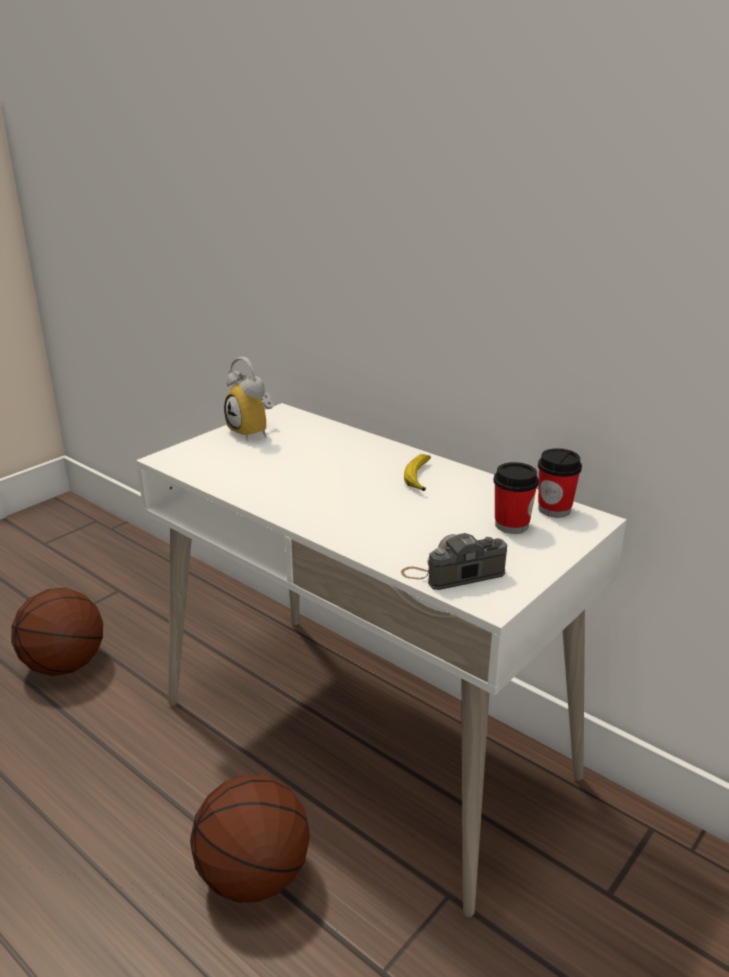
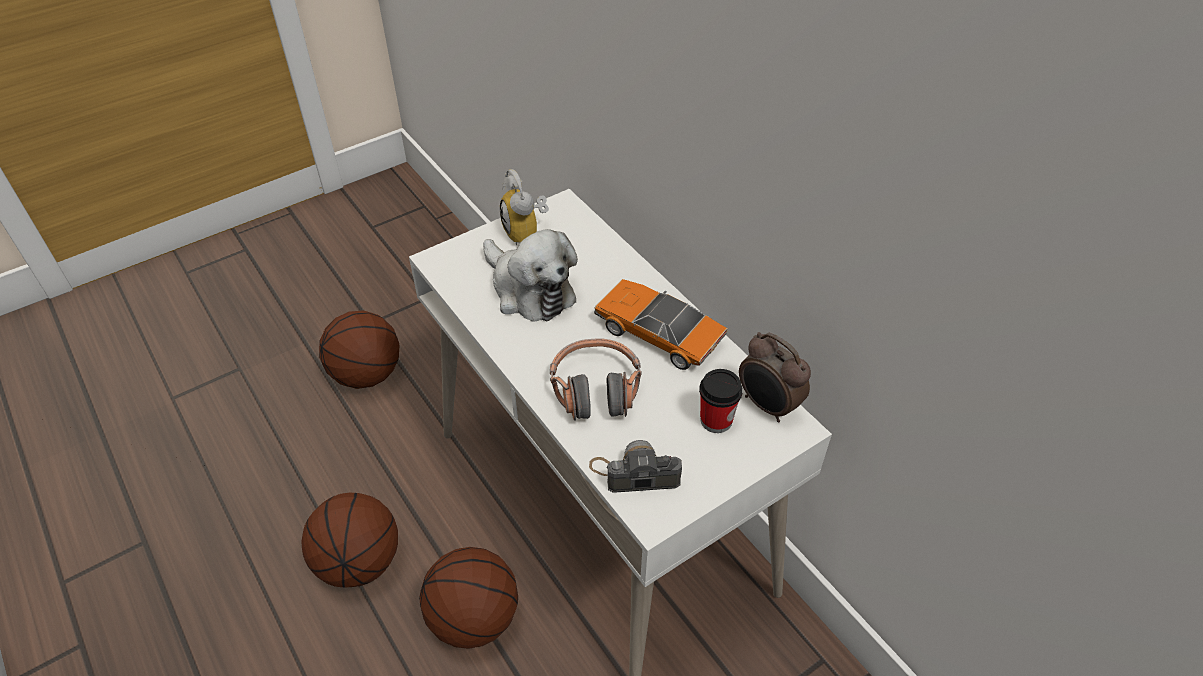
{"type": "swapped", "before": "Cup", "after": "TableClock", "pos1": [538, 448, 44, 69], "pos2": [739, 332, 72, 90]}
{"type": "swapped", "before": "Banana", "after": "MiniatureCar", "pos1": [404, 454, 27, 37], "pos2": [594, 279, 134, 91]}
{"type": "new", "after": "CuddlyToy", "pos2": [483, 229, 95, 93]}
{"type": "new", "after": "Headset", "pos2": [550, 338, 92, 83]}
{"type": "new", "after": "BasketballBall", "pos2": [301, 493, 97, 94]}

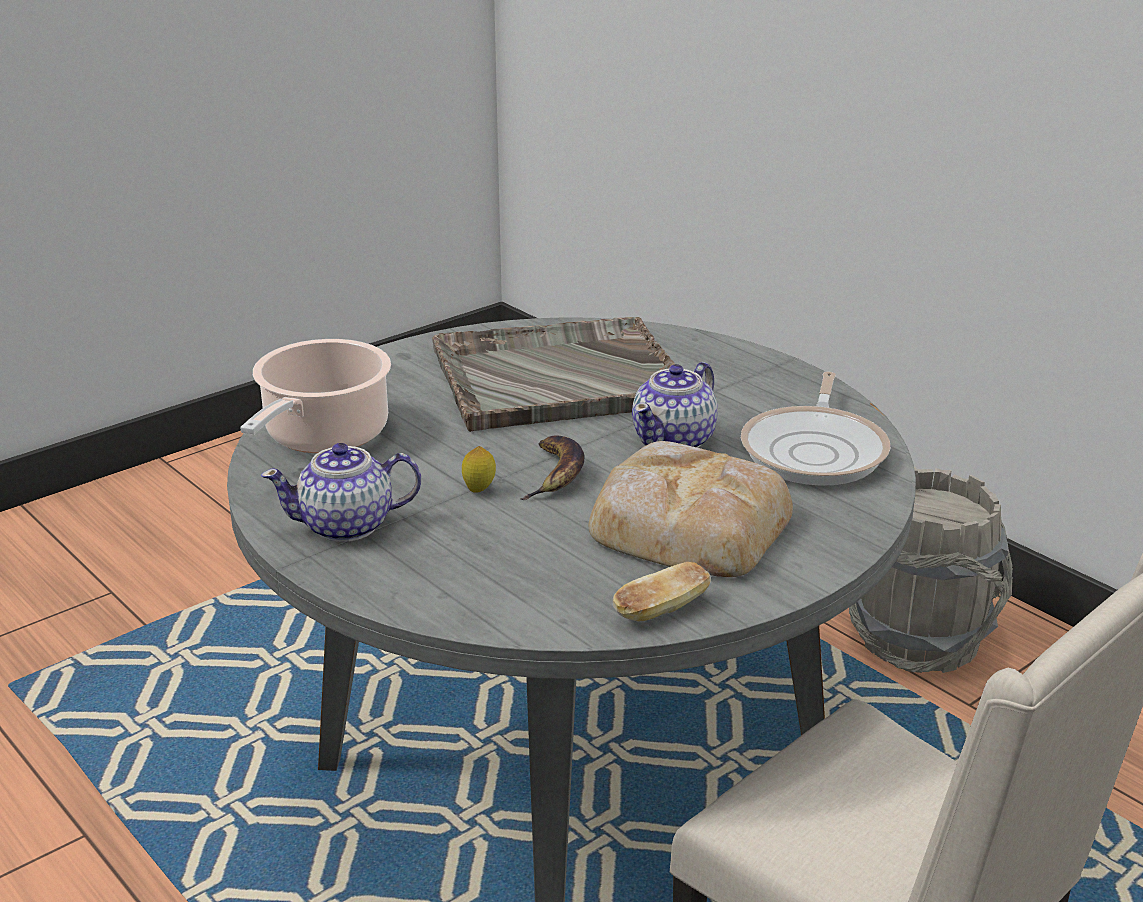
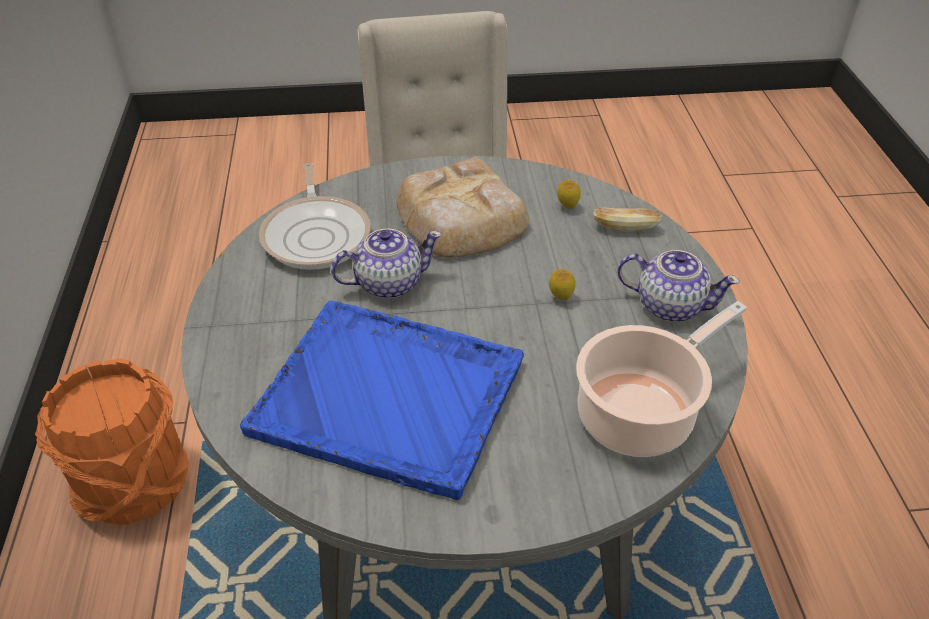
{"type": "repainted", "before": "GrayCarryingTray", "after": "BlueColouredCarryingTray", "pos1": [432, 317, 243, 115], "pos2": [240, 300, 284, 200]}
{"type": "rotated", "before": "Skillet", "pos1": [741, 372, 150, 113], "pos2": [259, 163, 111, 107], "turn": 120}
{"type": "gone", "before": "Banana", "pos1": [520, 435, 64, 65]}
{"type": "repainted", "before": "GrayWaterBucket", "after": "OrangeyWaterBucket", "pos1": [849, 467, 164, 206], "pos2": [35, 358, 154, 167]}
{"type": "shifted", "before": "BakeryBread", "pos1": [613, 562, 98, 60], "pos2": [593, 208, 69, 23]}
{"type": "new", "after": "CitrusFruit", "pos2": [557, 180, 24, 29]}

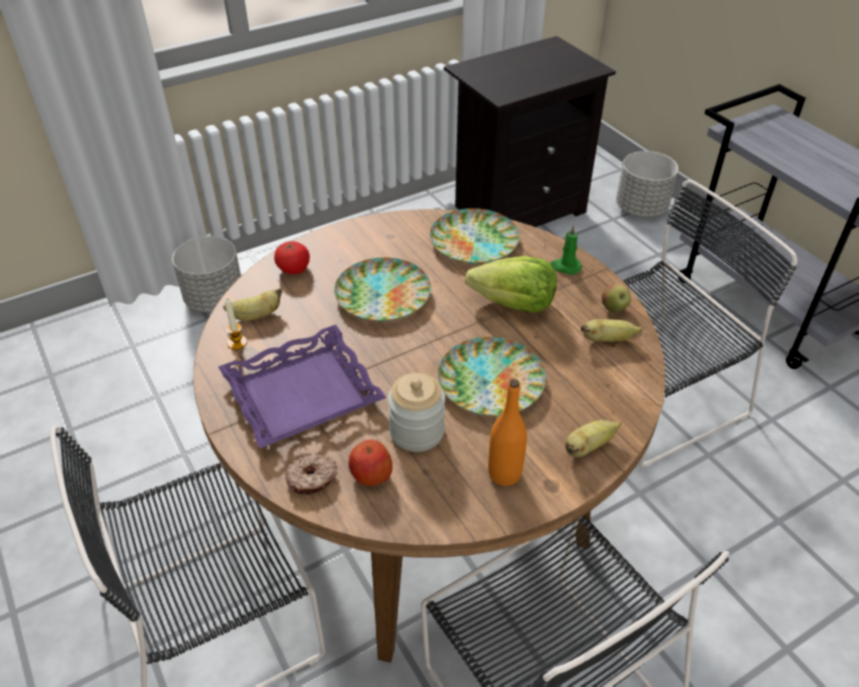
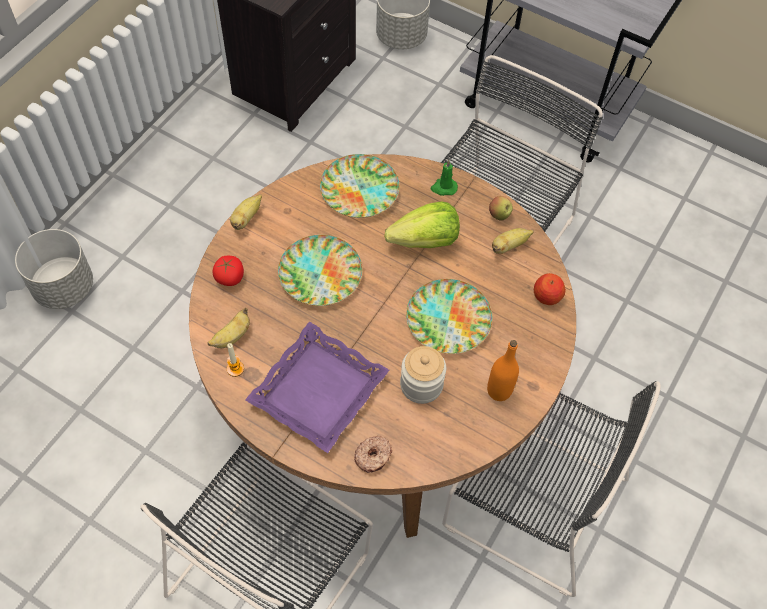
{"type": "shifted", "before": "Banana", "pos1": [565, 420, 56, 37], "pos2": [230, 194, 32, 36]}
{"type": "shifted", "before": "AppleFruit", "pos1": [348, 439, 44, 47], "pos2": [534, 273, 32, 32]}

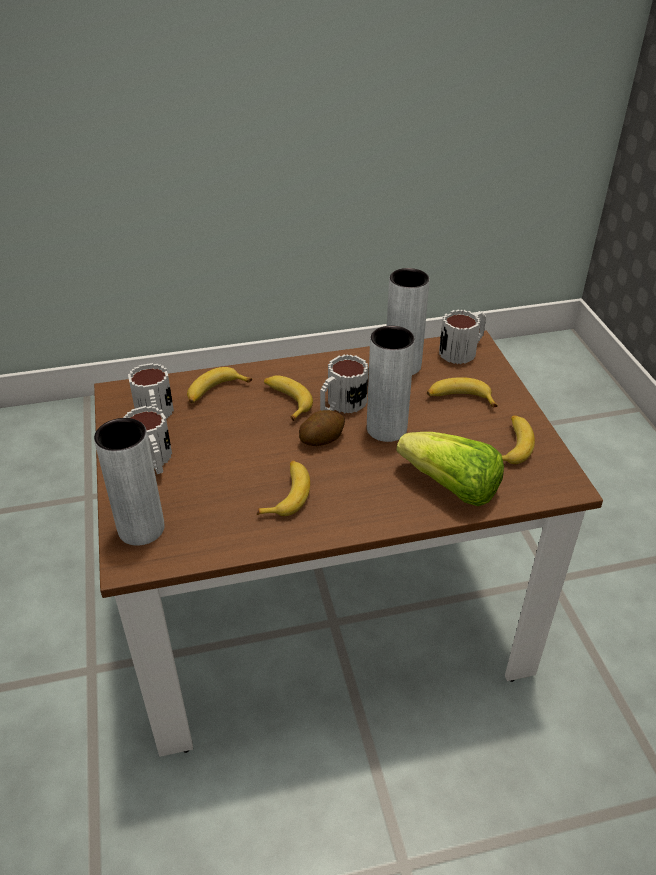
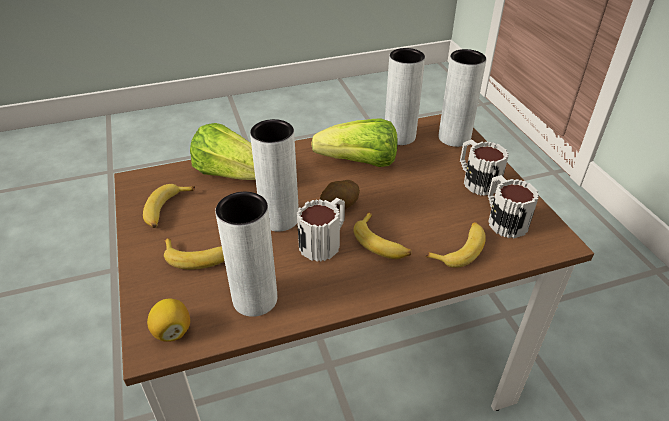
{"type": "swapped", "before": "CoffeeMug", "after": "CitrusFruit", "pos1": [439, 309, 47, 55], "pos2": [147, 299, 43, 43]}
{"type": "swapped", "before": "Banana", "after": "LettuceHead", "pos1": [257, 461, 53, 55], "pos2": [311, 118, 87, 49]}
{"type": "new", "after": "GrayVase", "pos2": [385, 48, 40, 97]}

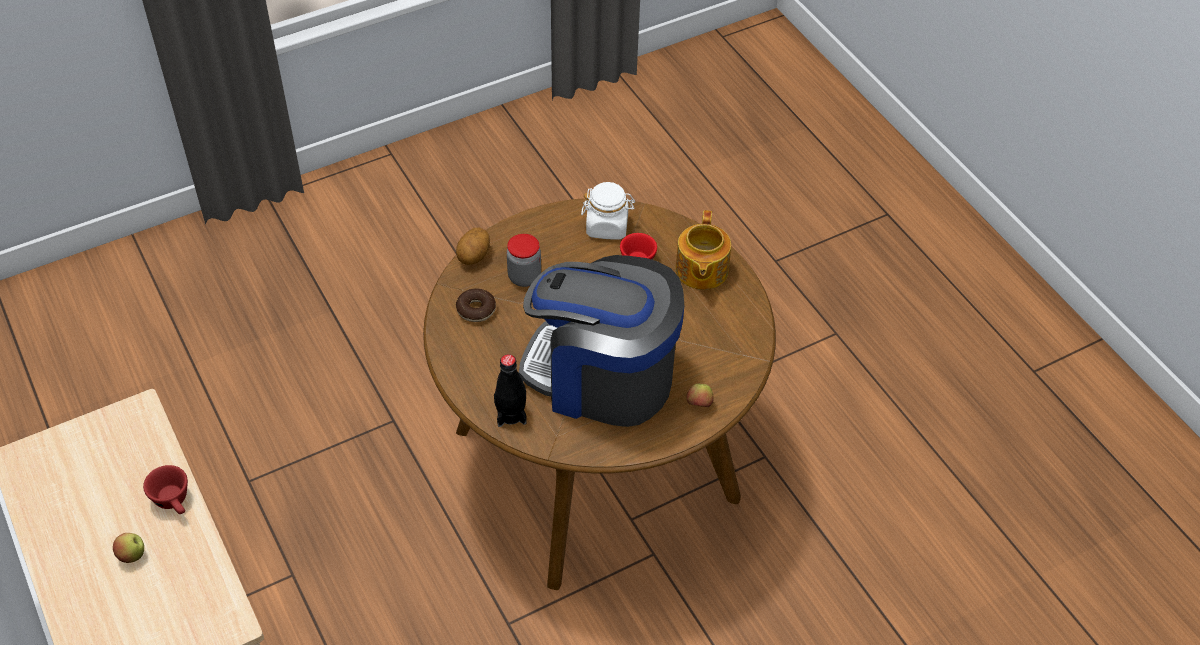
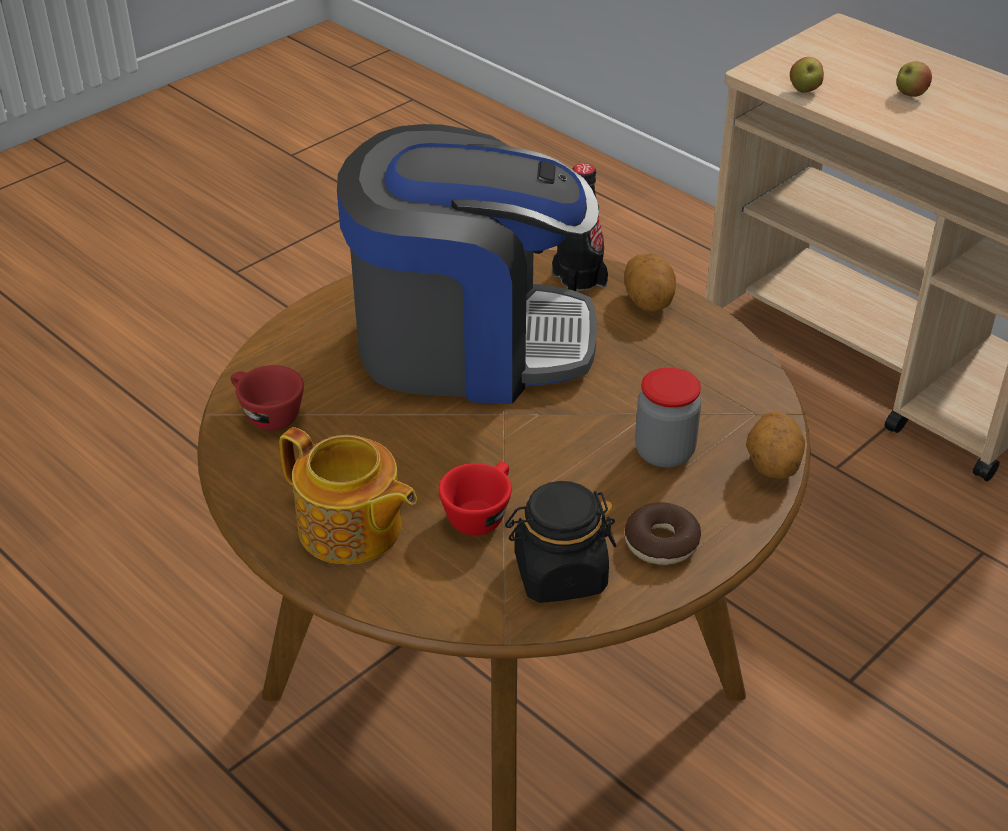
{"type": "repainted", "before": "WhiteColouredJar", "after": "BlackishJar", "pos1": [581, 182, 54, 58], "pos2": [505, 481, 111, 122]}
{"type": "rotated", "before": "TeaPot", "pos1": [676, 210, 55, 80], "pos2": [279, 427, 138, 138], "turn": 135}
{"type": "shifted", "before": "Donut", "pos1": [456, 288, 40, 34], "pos2": [624, 502, 77, 63]}
{"type": "shifted", "before": "AppleFruit", "pos1": [686, 384, 28, 23], "pos2": [790, 57, 34, 35]}
{"type": "shifted", "before": "RedColouredCup", "pos1": [143, 465, 45, 49], "pos2": [231, 365, 73, 66]}
{"type": "new", "after": "WholePotato", "pos2": [624, 253, 52, 59]}

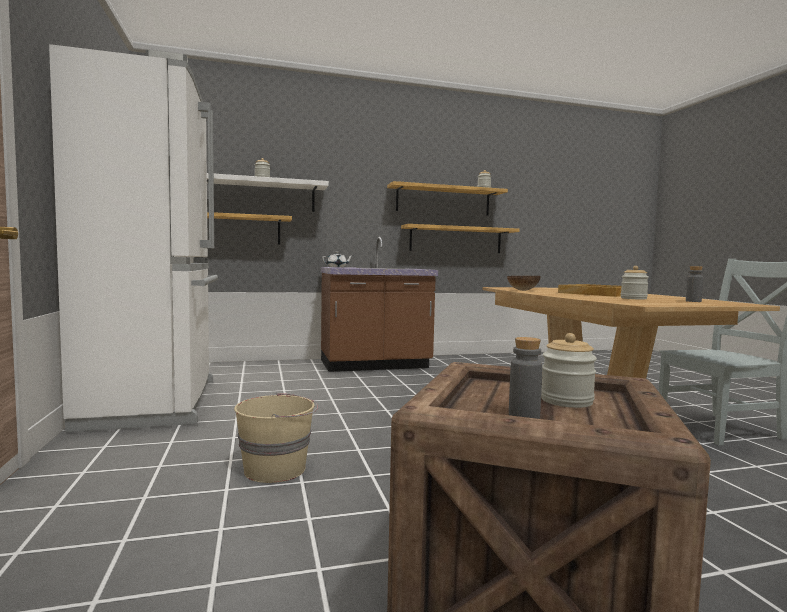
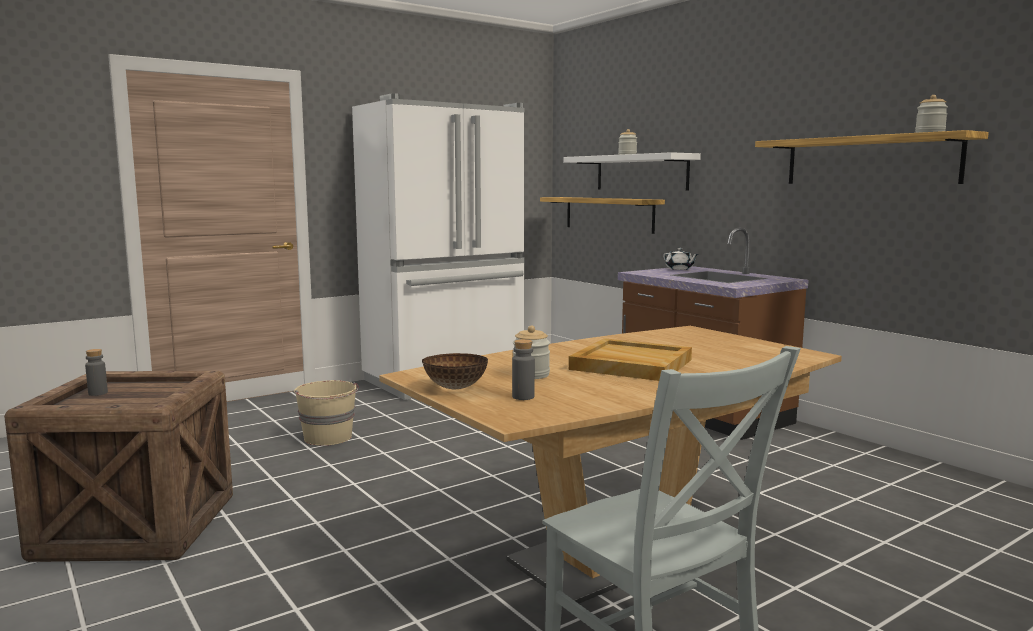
{"type": "gone", "before": "WallShelf", "pos1": [401, 224, 119, 29]}
{"type": "shifted", "before": "ServingBowl", "pos1": [507, 276, 34, 15], "pos2": [422, 353, 66, 36]}
{"type": "gone", "before": "Jar", "pos1": [541, 333, 56, 75]}

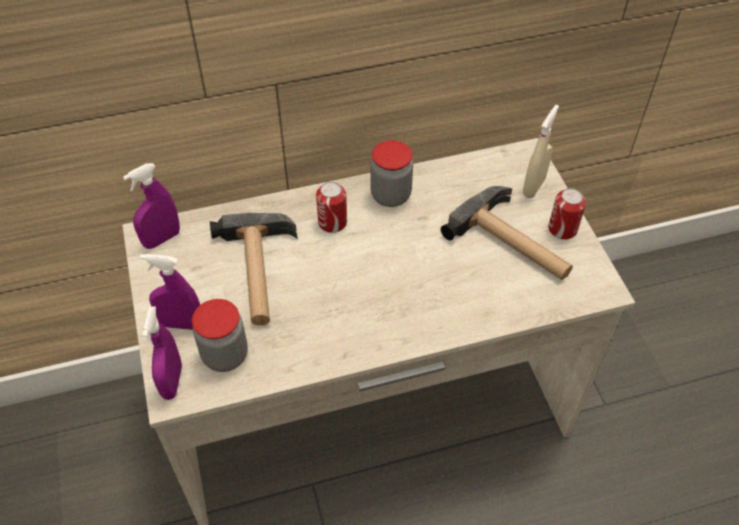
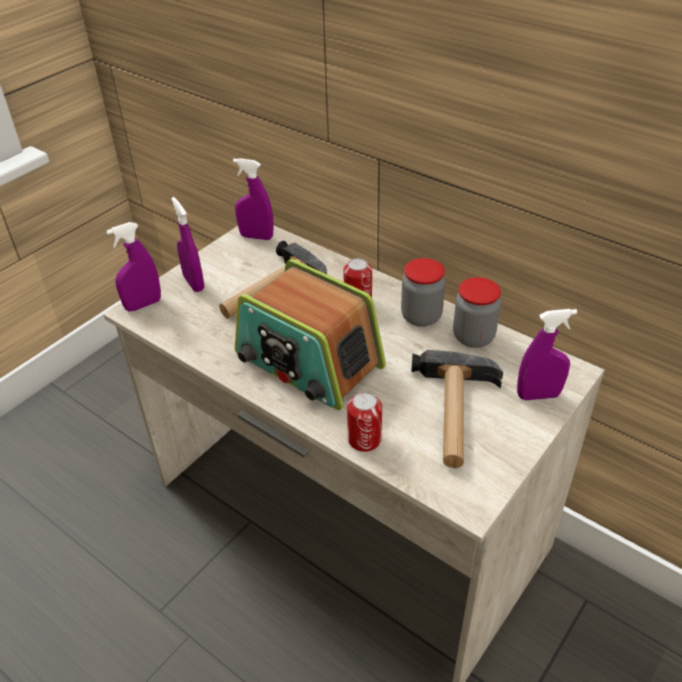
{"type": "repainted", "before": "BeigeColouredSprayer", "after": "PurplishSprayer", "pos1": [523, 105, 36, 93], "pos2": [517, 309, 60, 91]}
{"type": "shifted", "before": "Can", "pos1": [548, 188, 38, 52], "pos2": [347, 392, 35, 60]}
{"type": "shifted", "before": "Jar", "pos1": [192, 299, 56, 73], "pos2": [453, 277, 48, 71]}
{"type": "new", "after": "RadioSet", "pos2": [235, 259, 151, 151]}

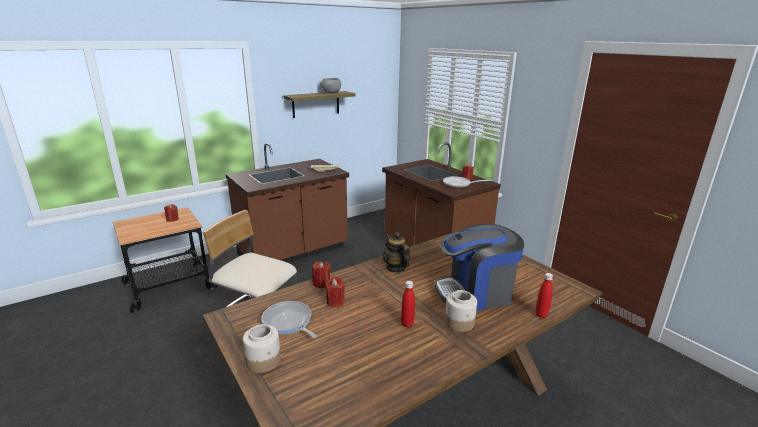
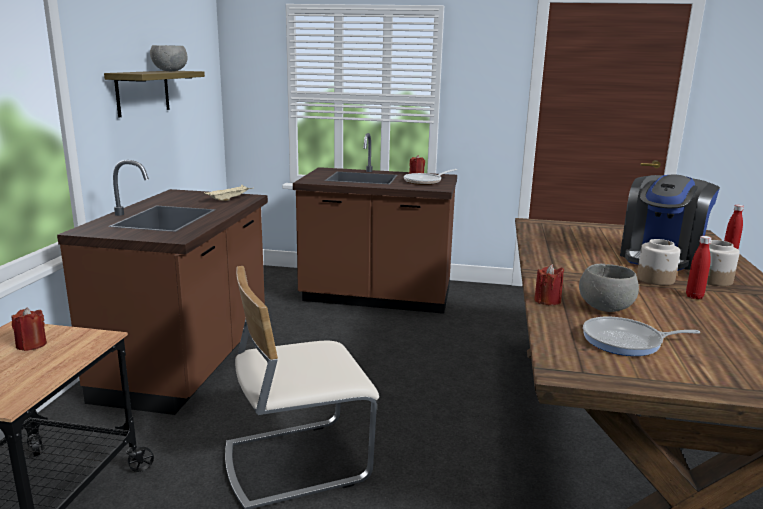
{"type": "gone", "before": "TeaPot", "pos1": [383, 232, 27, 41]}
{"type": "swapped", "before": "RedColouredCandle", "after": "GrayServingBowl", "pos1": [325, 276, 20, 31], "pos2": [579, 264, 60, 48]}
{"type": "shifted", "before": "Jar", "pos1": [243, 324, 38, 49], "pos2": [637, 239, 43, 46]}

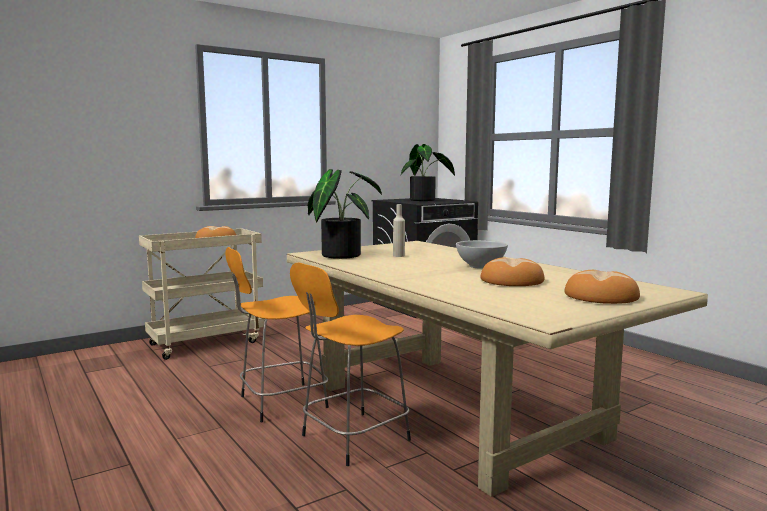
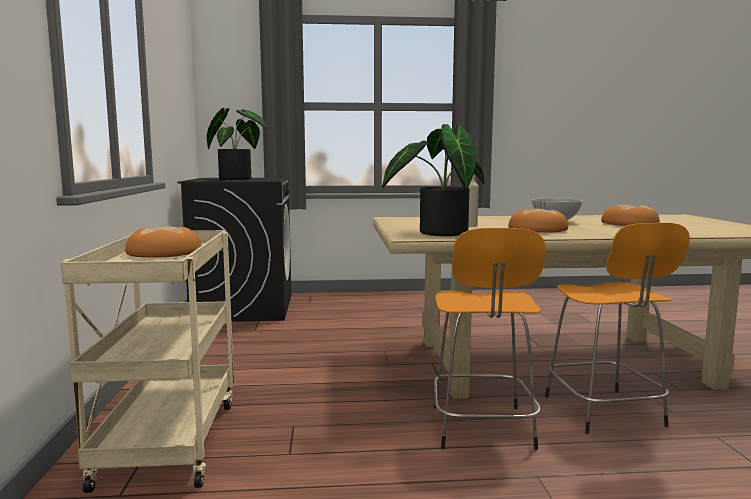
{"type": "shifted", "before": "BakeryBread", "pos1": [564, 270, 76, 34], "pos2": [508, 209, 60, 24]}

